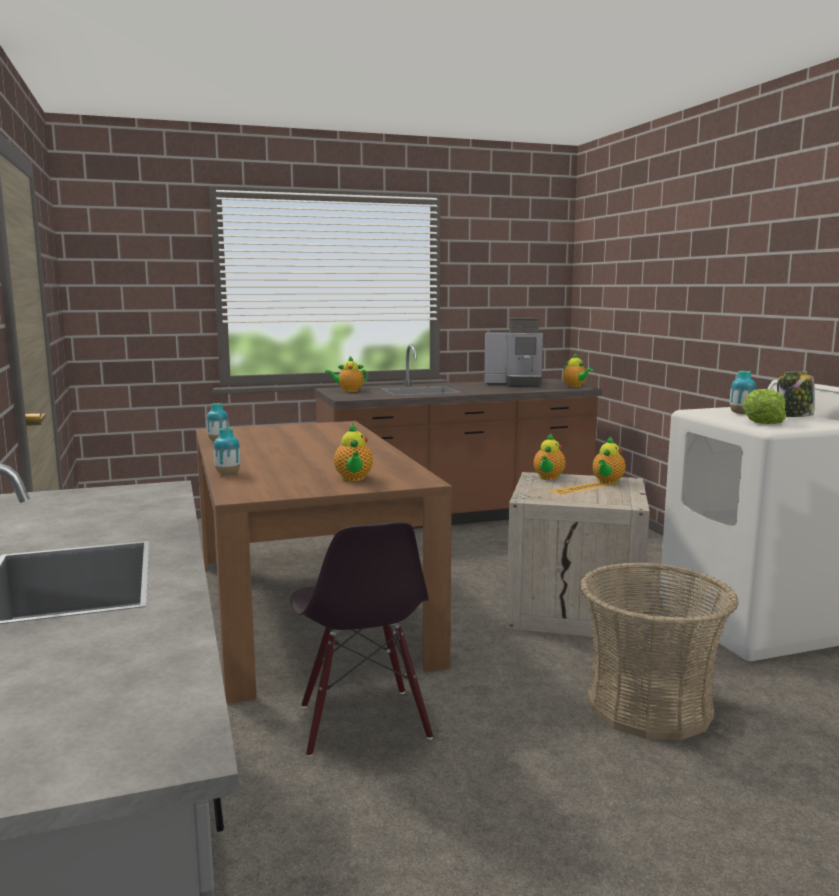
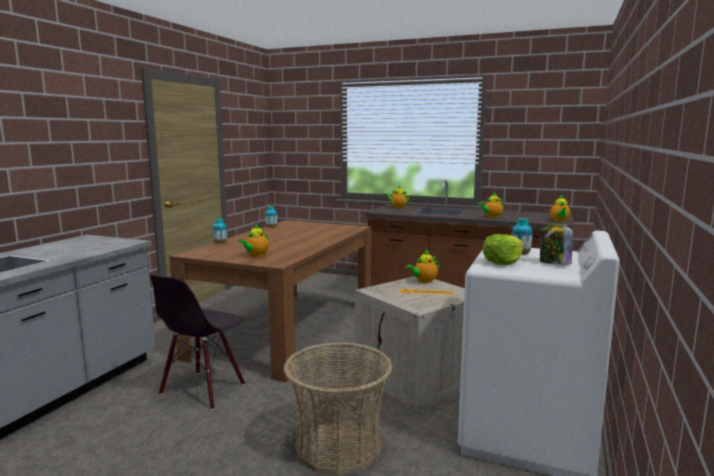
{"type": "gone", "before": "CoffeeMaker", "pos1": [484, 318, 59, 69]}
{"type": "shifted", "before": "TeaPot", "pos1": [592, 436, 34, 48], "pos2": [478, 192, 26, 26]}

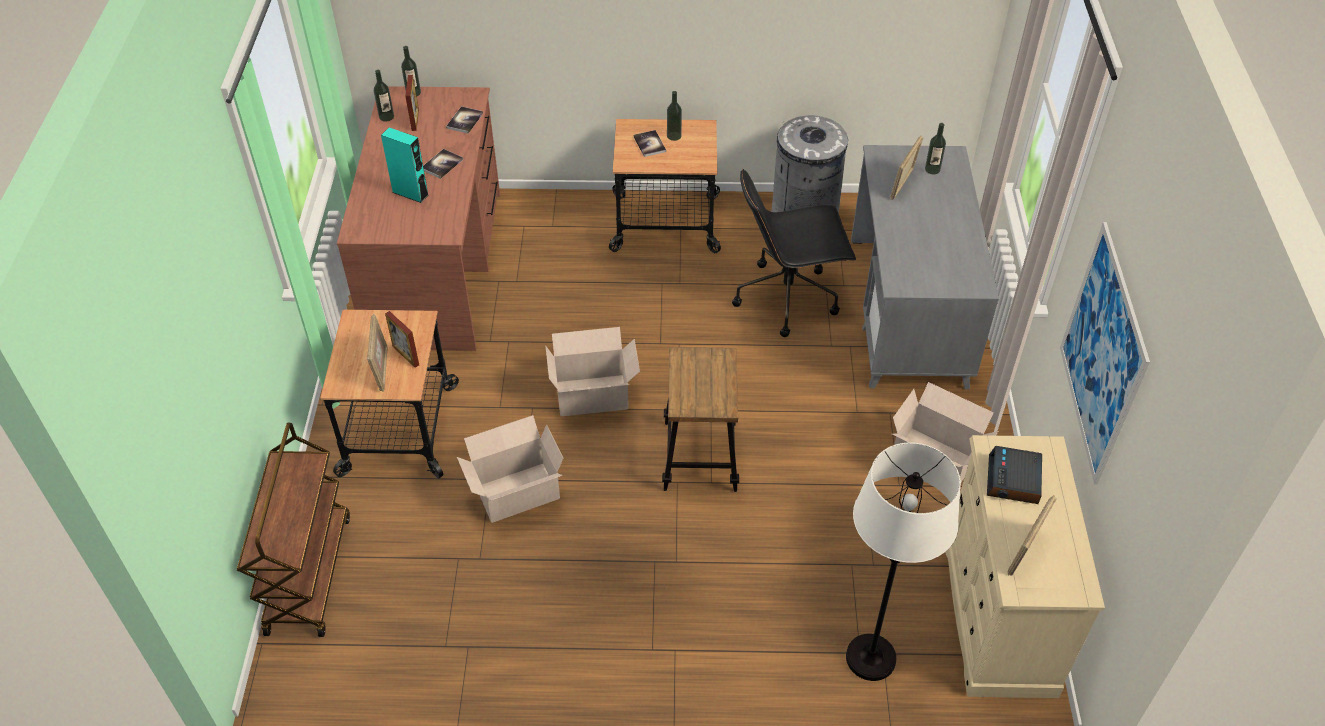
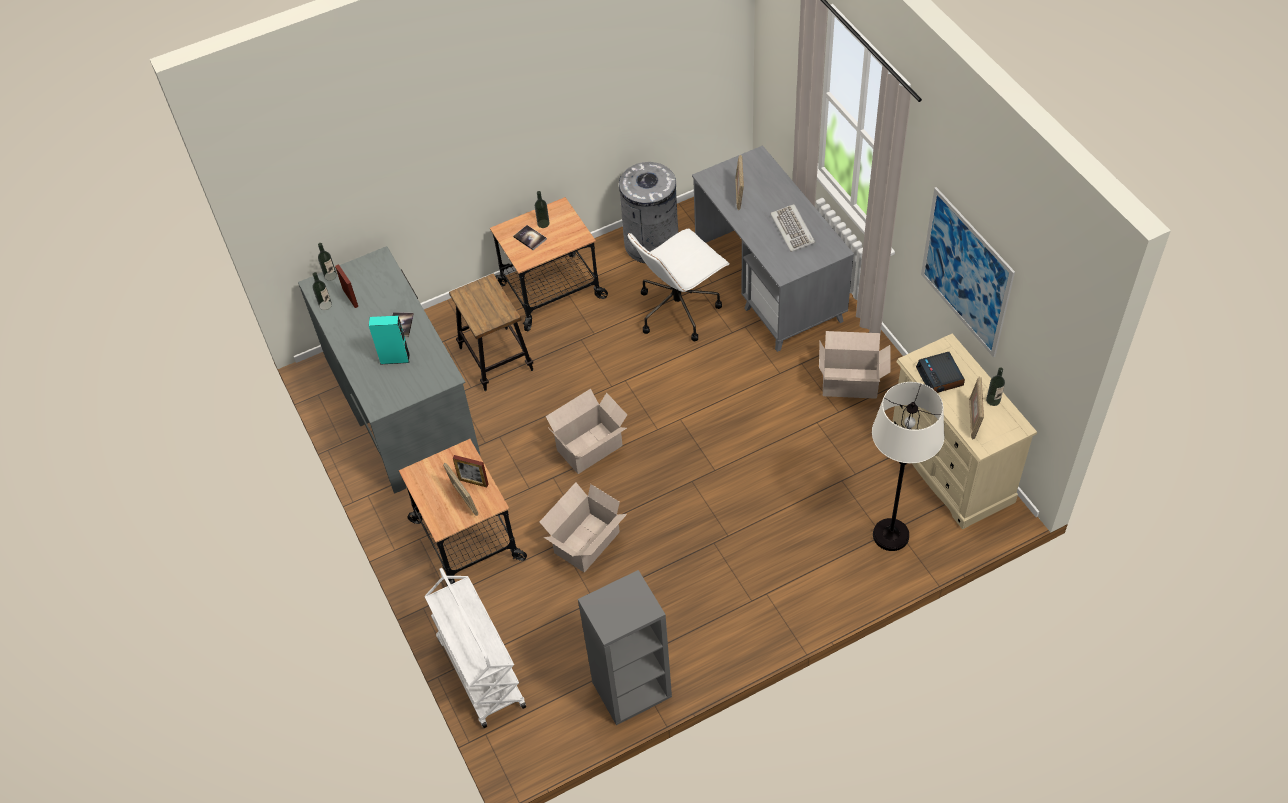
{"type": "repainted", "before": "BrownColouredDeskTable", "after": "GrayDeskTable", "pos1": [337, 86, 163, 265], "pos2": [298, 246, 182, 248]}
{"type": "gone", "before": "Volume", "pos1": [446, 106, 37, 28]}
{"type": "shifted", "before": "BeverageBottle", "pos1": [925, 123, 21, 51], "pos2": [986, 367, 19, 39]}
{"type": "repainted", "before": "BlackishOfficeChair", "after": "WhiteColouredOfficeChair", "pos1": [732, 169, 124, 168], "pos2": [628, 228, 102, 113]}
{"type": "shifted", "before": "StoolSeat", "pos1": [662, 347, 77, 145], "pos2": [449, 273, 84, 118]}
{"type": "repainted", "before": "BrownColouredWheeledCart", "after": "WhiteColouredWheeledCart", "pos1": [237, 423, 113, 214], "pos2": [424, 568, 102, 160]}
{"type": "new", "after": "PcKeyboard", "pos2": [770, 204, 45, 48]}
{"type": "new", "after": "GrayBookshelf", "pos2": [578, 570, 94, 155]}

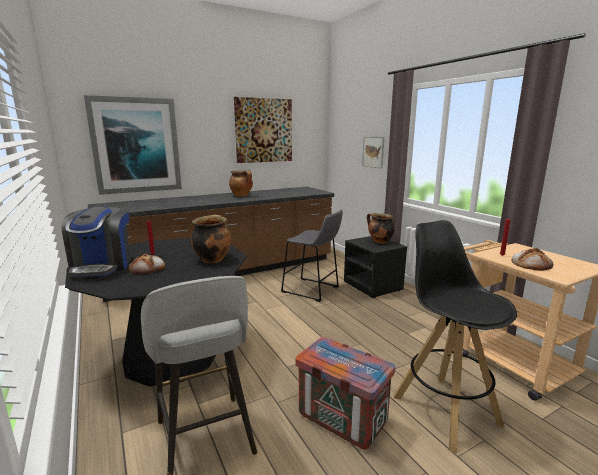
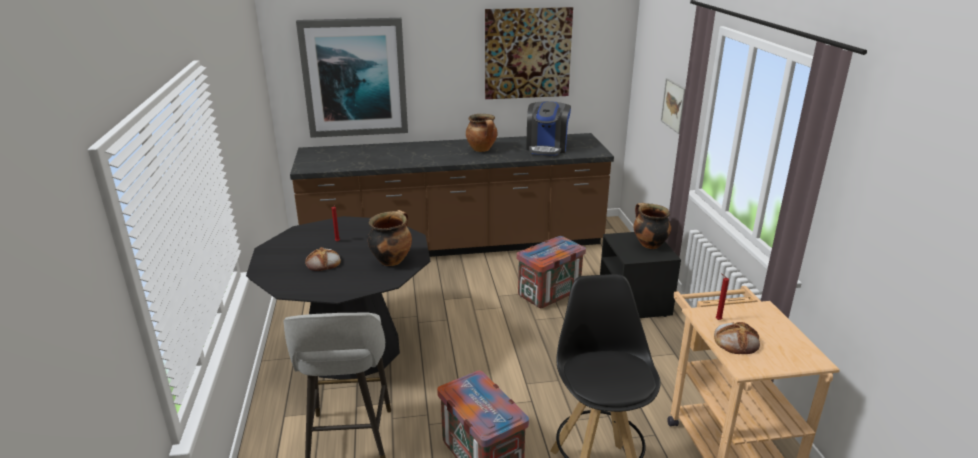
{"type": "shifted", "before": "CoffeeMaker", "pos1": [62, 207, 69, 70], "pos2": [526, 101, 45, 55]}
{"type": "swapped", "before": "GrayStoolSeat", "after": "PackingCrate", "pos1": [281, 210, 62, 92], "pos2": [516, 236, 70, 72]}

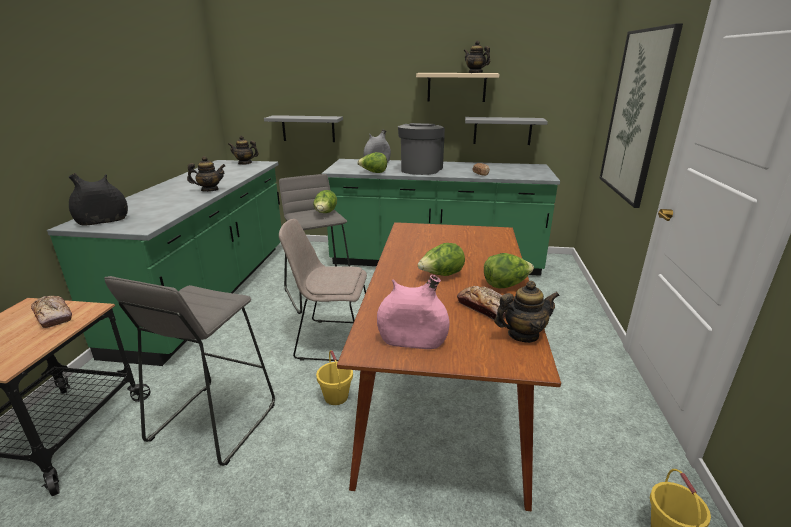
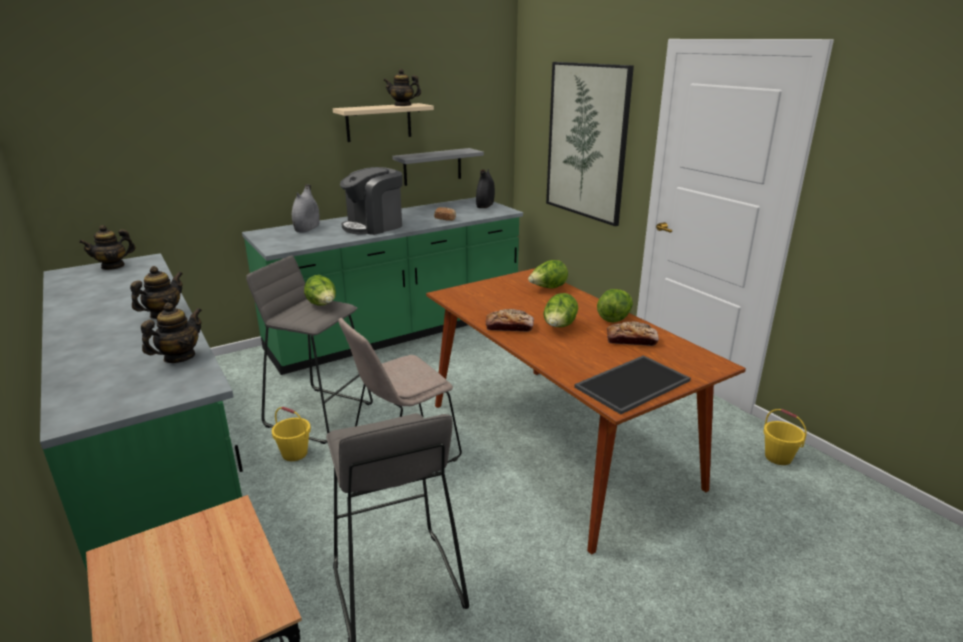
{"type": "gone", "before": "GrayWallShelf", "pos1": [264, 115, 79, 27]}
{"type": "rotated", "before": "CoffeeMaker", "pos1": [398, 123, 47, 52], "pos2": [340, 167, 63, 68], "turn": -105}
{"type": "shifted", "before": "LettuceHead", "pos1": [357, 152, 30, 21], "pos2": [528, 260, 40, 29]}
{"type": "shifted", "before": "BlackishVase", "pos1": [68, 173, 60, 52], "pos2": [476, 169, 19, 39]}
{"type": "swapped", "before": "PinkColouredVase", "after": "CarryingTray", "pos1": [377, 275, 72, 74], "pos2": [574, 355, 117, 59]}
{"type": "shifted", "before": "TeaPot", "pos1": [494, 281, 66, 62], "pos2": [141, 303, 61, 60]}
{"type": "shifted", "before": "BakeryBread", "pos1": [31, 296, 41, 32], "pos2": [486, 309, 48, 23]}
{"type": "shifted", "before": "YellowColouredWaterBucket", "pos1": [316, 350, 37, 55], "pos2": [272, 407, 39, 54]}

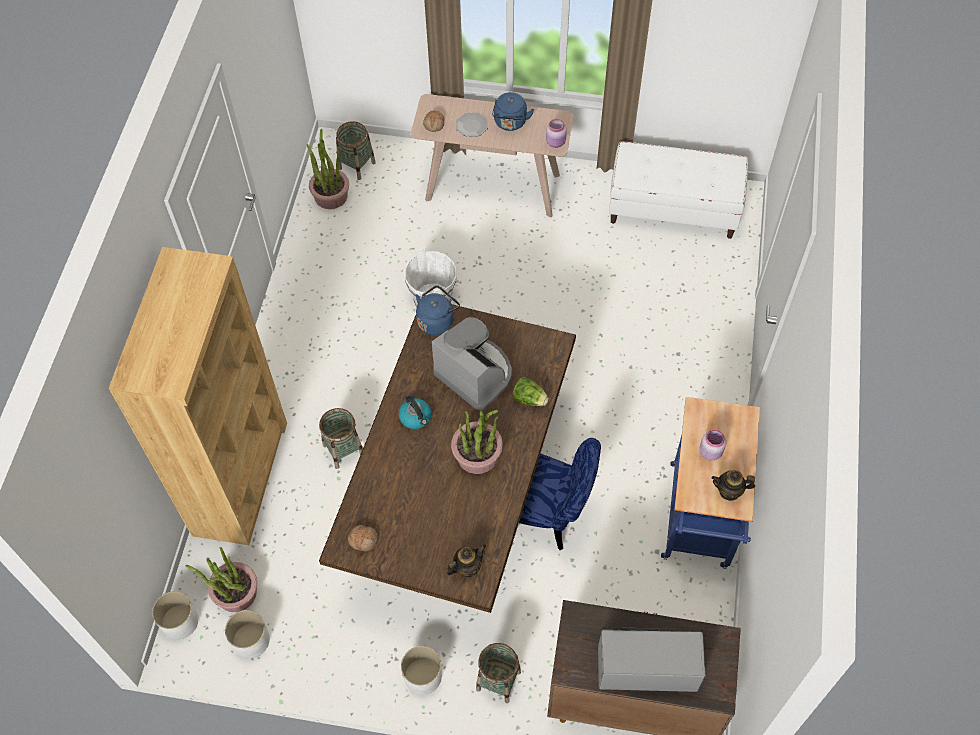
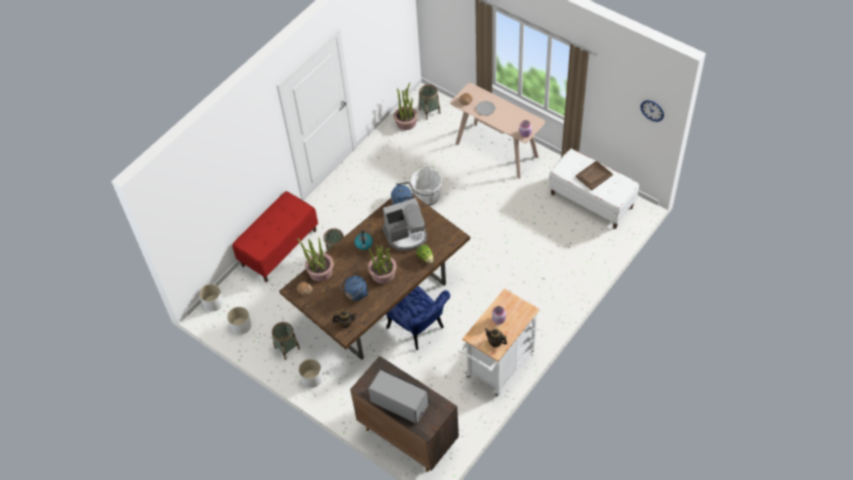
{"type": "shifted", "before": "BlueColouredTeaKettle", "pos1": [492, 92, 42, 39], "pos2": [340, 275, 28, 26]}
{"type": "swapped", "before": "BrownColouredBookshelf", "after": "RedColouredIndoorBench", "pos1": [109, 247, 178, 298], "pos2": [232, 191, 86, 91]}
{"type": "rotated", "before": "CoffeeMaker", "pos1": [432, 317, 80, 93], "pos2": [382, 198, 45, 53], "turn": 90}
{"type": "repainted", "before": "BlueColouredWheeledCart", "after": "WhiteColouredWheeledCart", "pos1": [661, 397, 99, 172], "pos2": [458, 289, 82, 107]}
{"type": "shifted", "before": "PottedPlant", "pos1": [186, 547, 71, 65], "pos2": [297, 237, 37, 45]}
{"type": "shifted", "before": "Basket", "pos1": [476, 643, 45, 60], "pos2": [272, 322, 28, 38]}
{"type": "new", "after": "WallClock", "pos2": [641, 100, 23, 22]}
{"type": "new", "after": "BrownColouredCarryingTray", "pos2": [576, 160, 37, 30]}

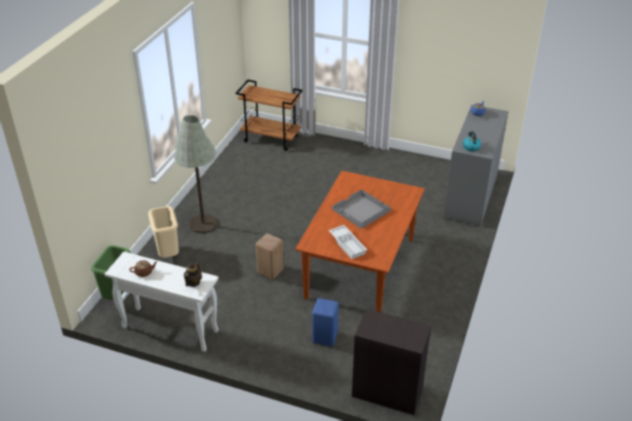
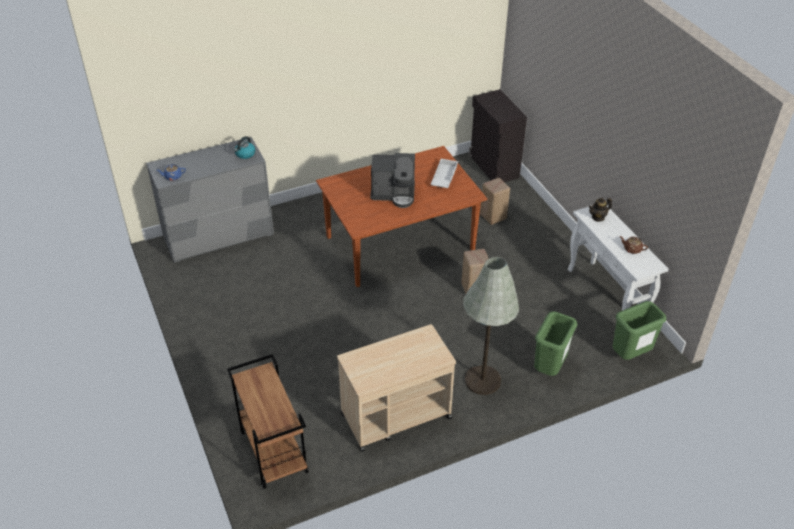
{"type": "swapped", "before": "GrayCarryingTray", "after": "CoffeeMaker", "pos1": [332, 189, 59, 40], "pos2": [370, 153, 45, 55]}
{"type": "repainted", "before": "BeigeColouredTrashCan", "after": "GreenishTrashCan", "pos1": [148, 206, 31, 52], "pos2": [534, 311, 43, 65]}
{"type": "repainted", "before": "BlueColouredStoolSeat", "after": "BeigeColouredStoolSeat", "pos1": [312, 298, 27, 49], "pos2": [480, 178, 30, 47]}
{"type": "new", "after": "BeigeColouredWheeledCart", "pos2": [337, 324, 119, 128]}

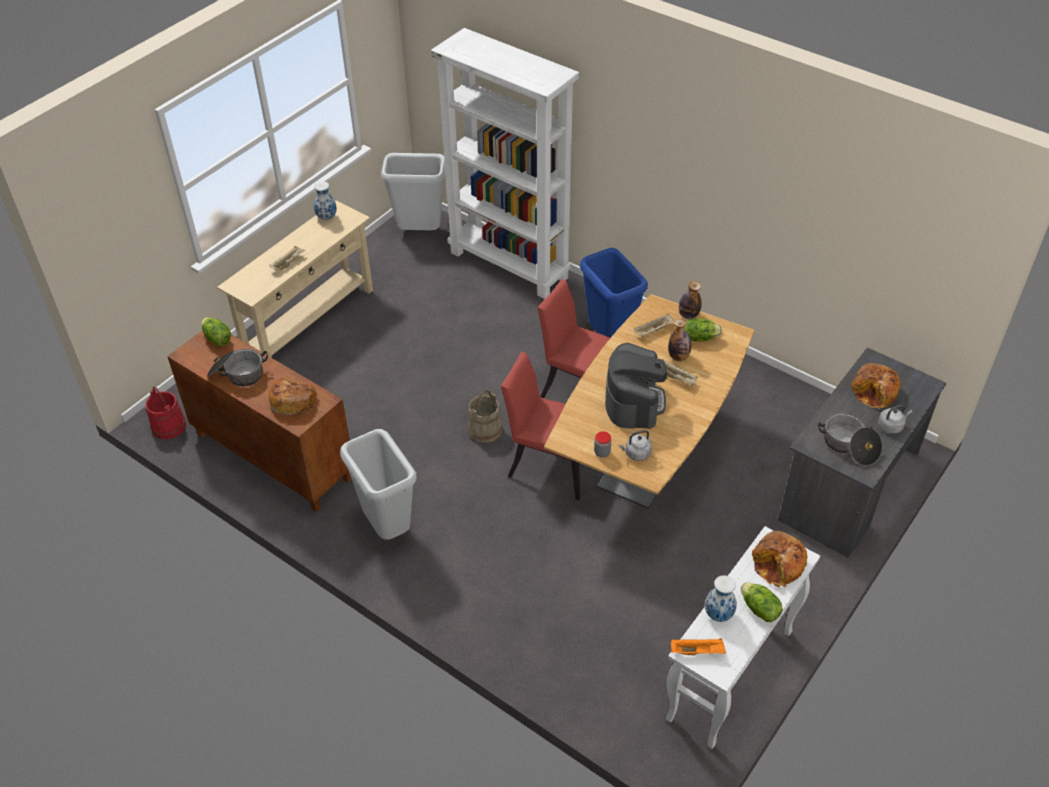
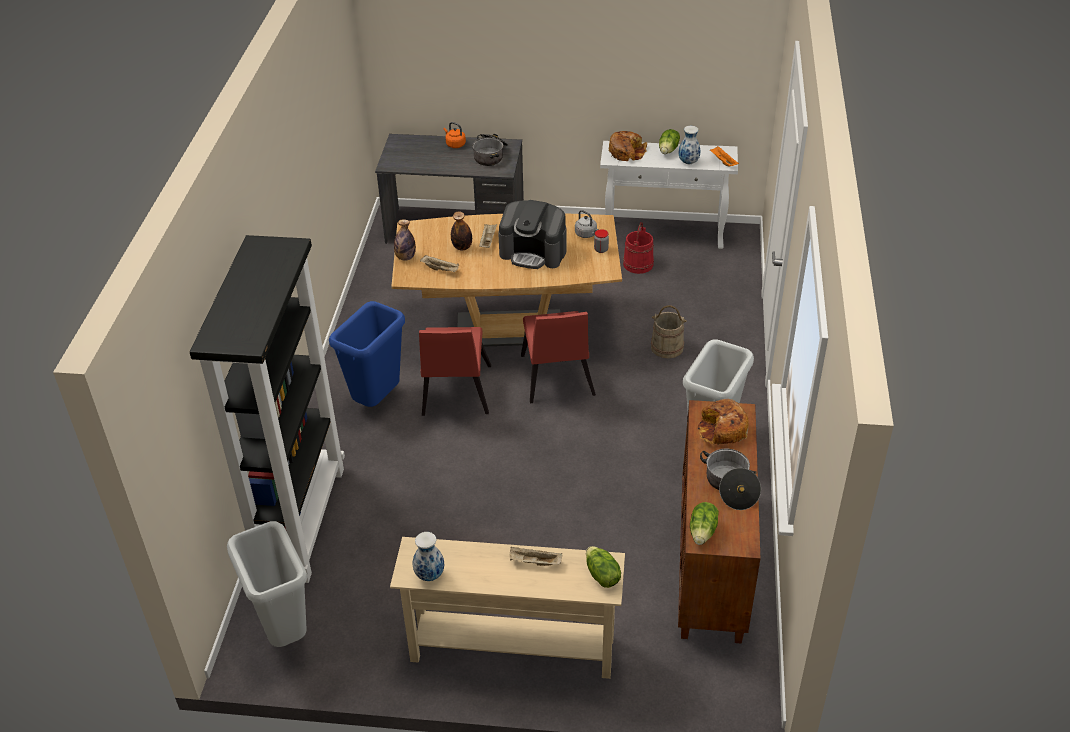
{"type": "repainted", "before": "WhiteColouredBookshelf", "after": "BlackishBookshelf", "pos1": [431, 28, 148, 271], "pos2": [190, 235, 155, 348]}
{"type": "shifted", "before": "LettuceHead", "pos1": [684, 318, 38, 24], "pos2": [586, 546, 35, 42]}
{"type": "rotated", "before": "CoffeeMaker", "pos1": [605, 343, 62, 86], "pos2": [498, 200, 68, 69], "turn": -135}
{"type": "gone", "before": "BakeryBread", "pos1": [851, 363, 50, 46]}
{"type": "shifted", "before": "RedColouredWaterBucket", "pos1": [145, 386, 41, 53], "pos2": [623, 222, 31, 52]}
{"type": "shifted", "before": "BeigeColouredWaterBucket", "pos1": [468, 390, 34, 53], "pos2": [651, 305, 36, 53]}
{"type": "repainted", "before": "GrayTeaKettle", "after": "OrangeyTeaKettle", "pos1": [878, 404, 35, 30], "pos2": [444, 122, 22, 26]}

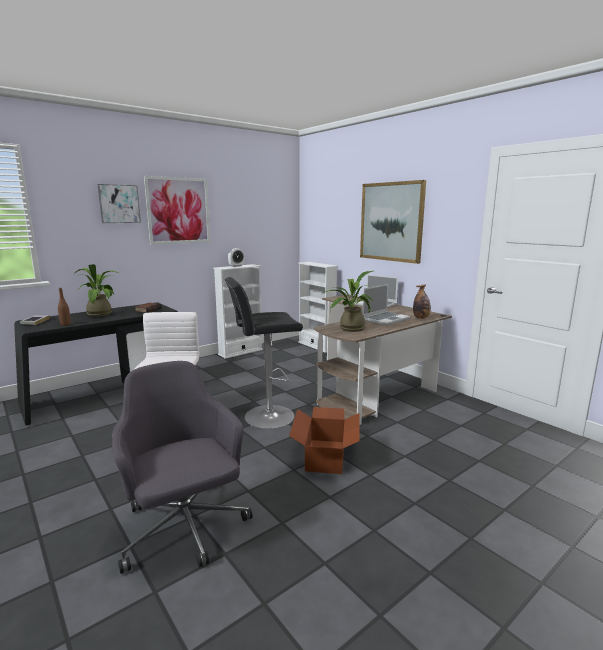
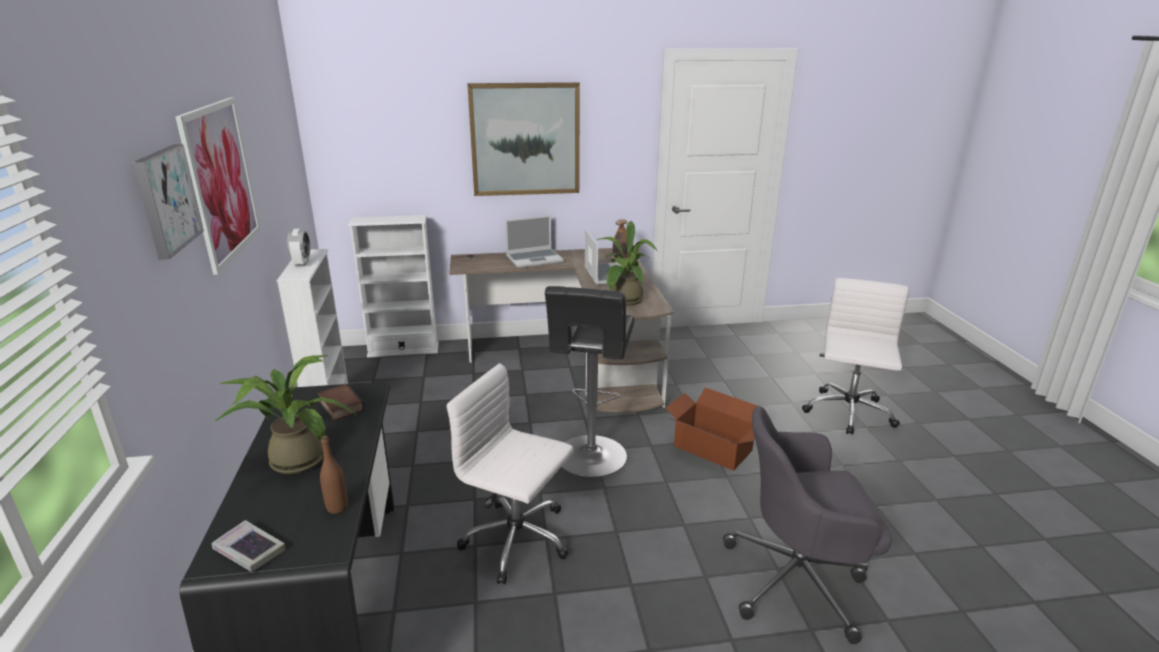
{"type": "new", "after": "WhiteColouredOfficeChair", "pos2": [802, 278, 107, 157]}

